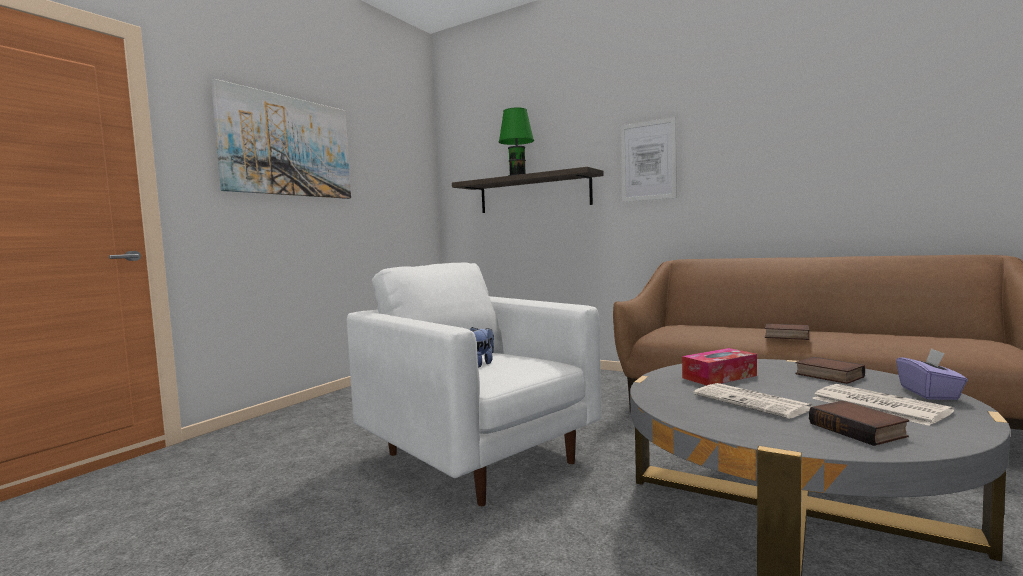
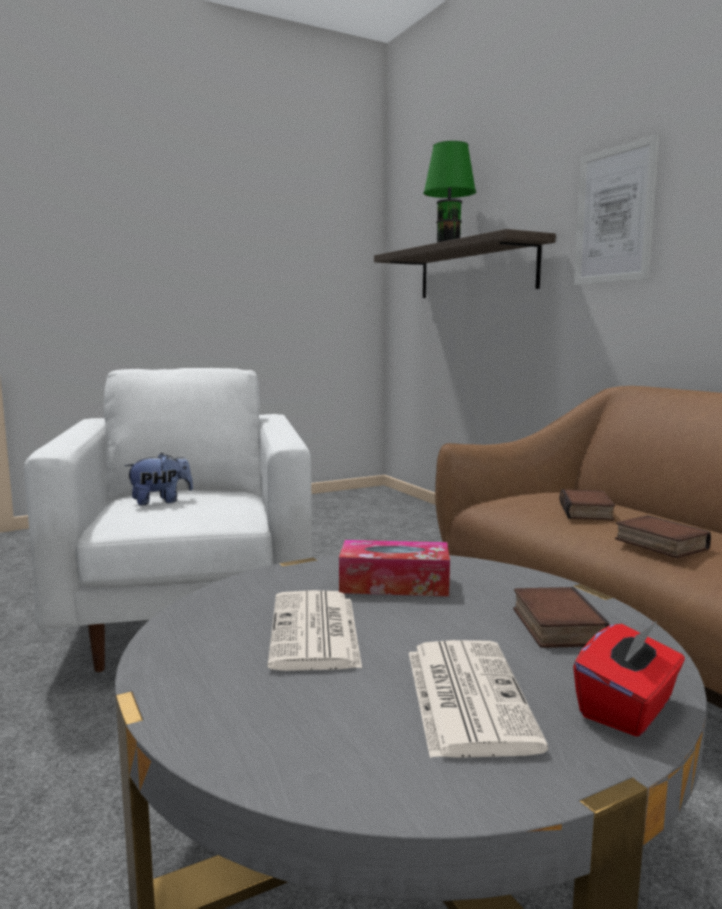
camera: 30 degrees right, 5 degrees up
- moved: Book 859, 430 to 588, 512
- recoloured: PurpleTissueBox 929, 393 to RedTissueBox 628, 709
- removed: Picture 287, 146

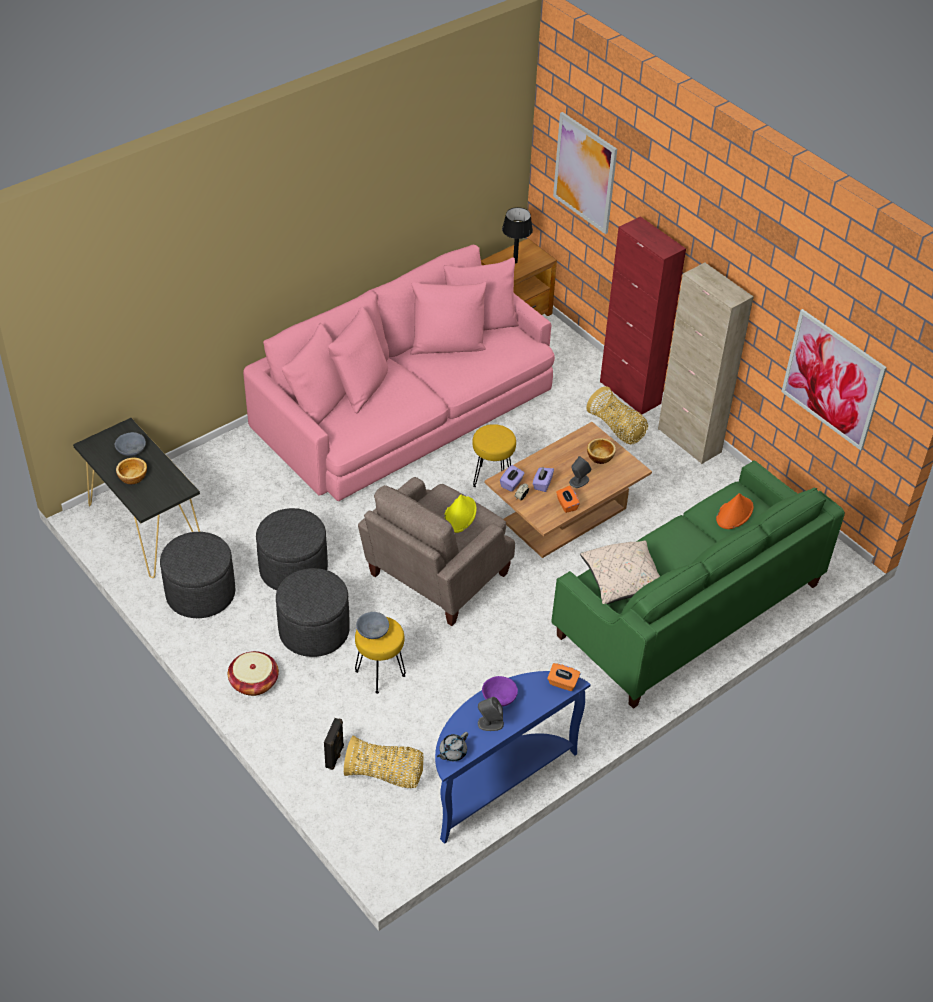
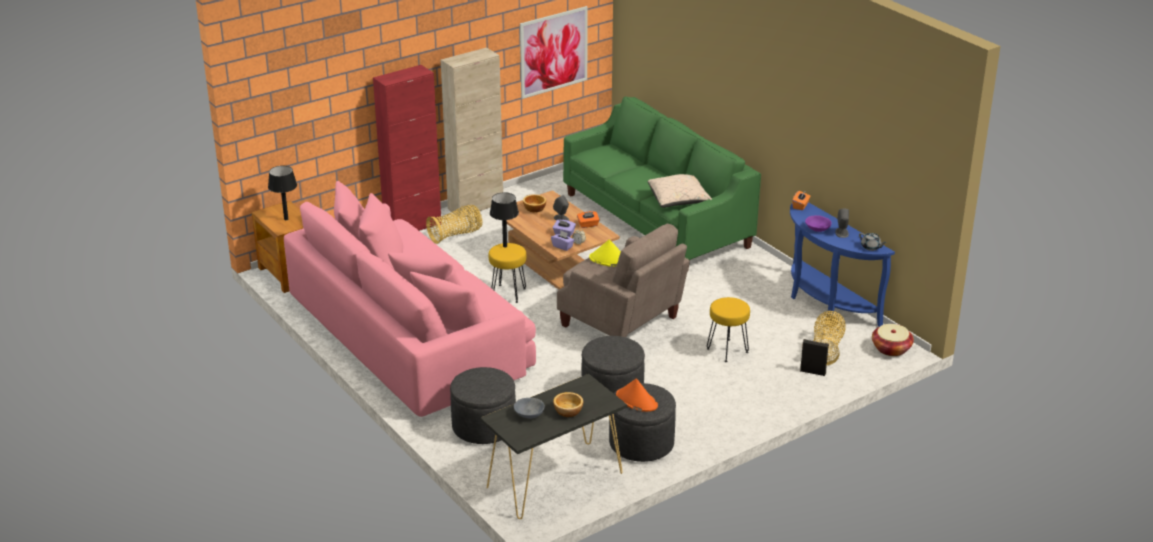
camera: 85 degrees left, 15 degrees down
- moved: GreyOttoman 314, 631 to 484, 426
- added: BlackTableLamp 505, 246
- moved: OrangeHat 734, 513 to 636, 401
- moved: Basket 254, 682 to 891, 349
- removed: GreyBowl 372, 631
- removed: Picture 585, 173

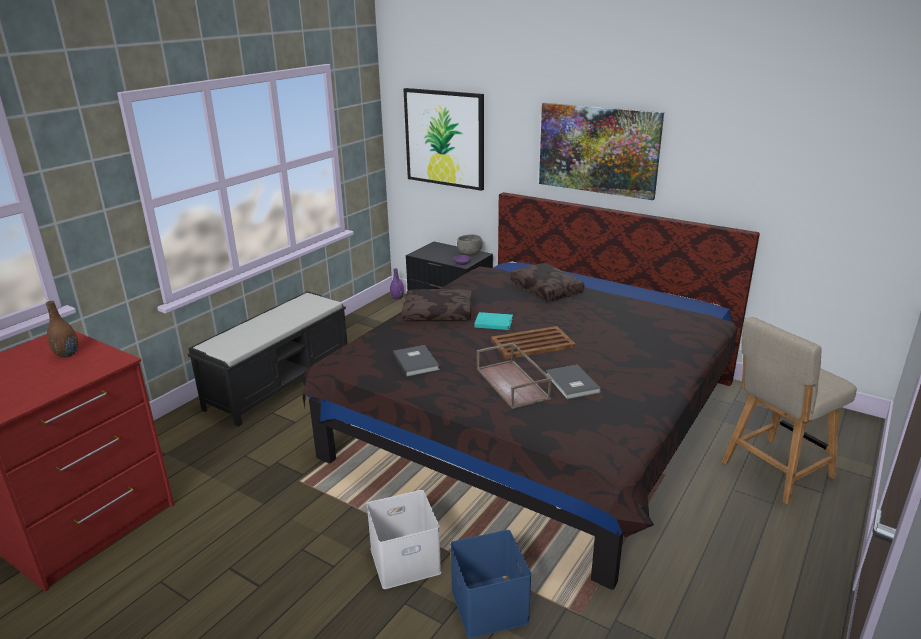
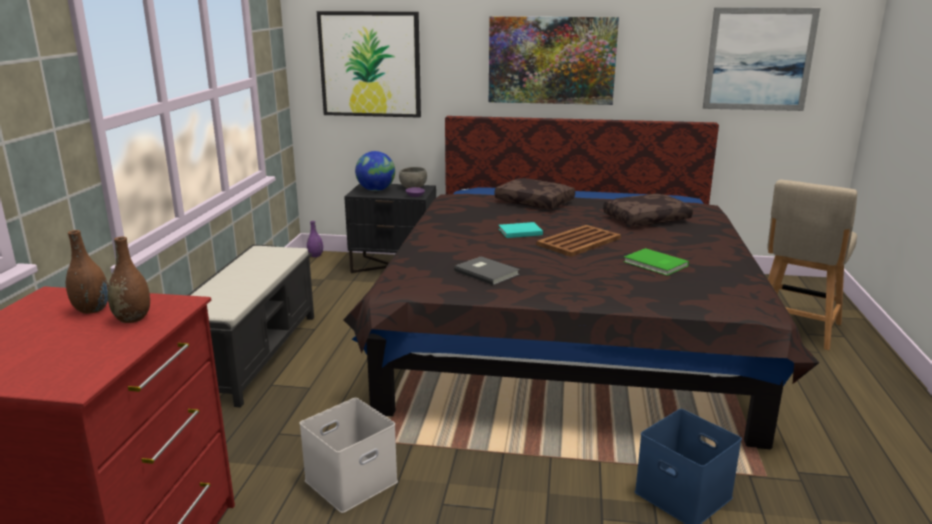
camera: 25 degrees left, 5 degrees down
- added: BrownVase 133, 319
- moved: WhiteStorageBox 406, 559 to 351, 479
- added: Globe 376, 190
- moved: BrownPillow 438, 313 to 646, 219
- recoloured: GreyBook 571, 384 to GreenBook 655, 264
- added: Picture 759, 59
- removed: BrownTray 513, 384

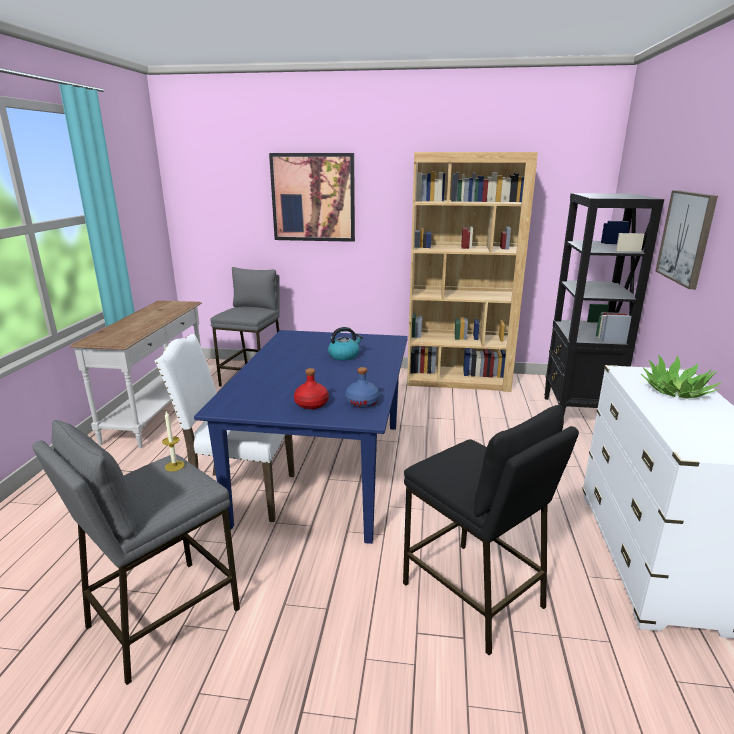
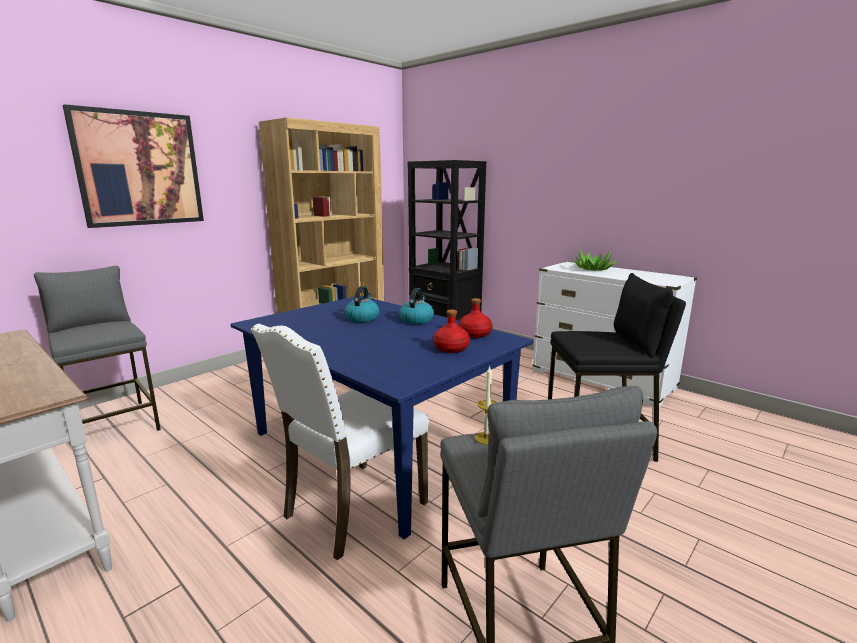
camera: 55 degrees left, 5 degrees down
- added: Kettle 416, 320
- recoloured: BlueBottle 362, 402 to RedBottle 474, 334
- removed: Picture 686, 237

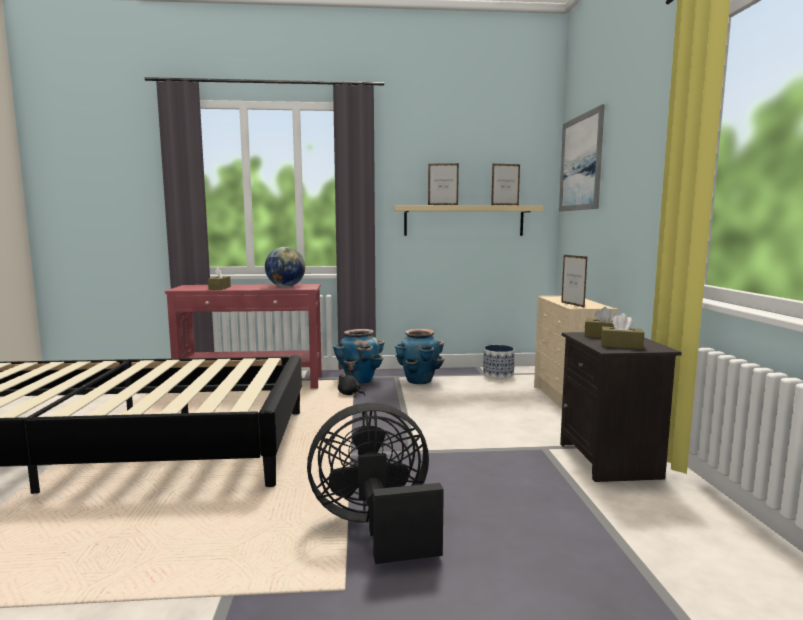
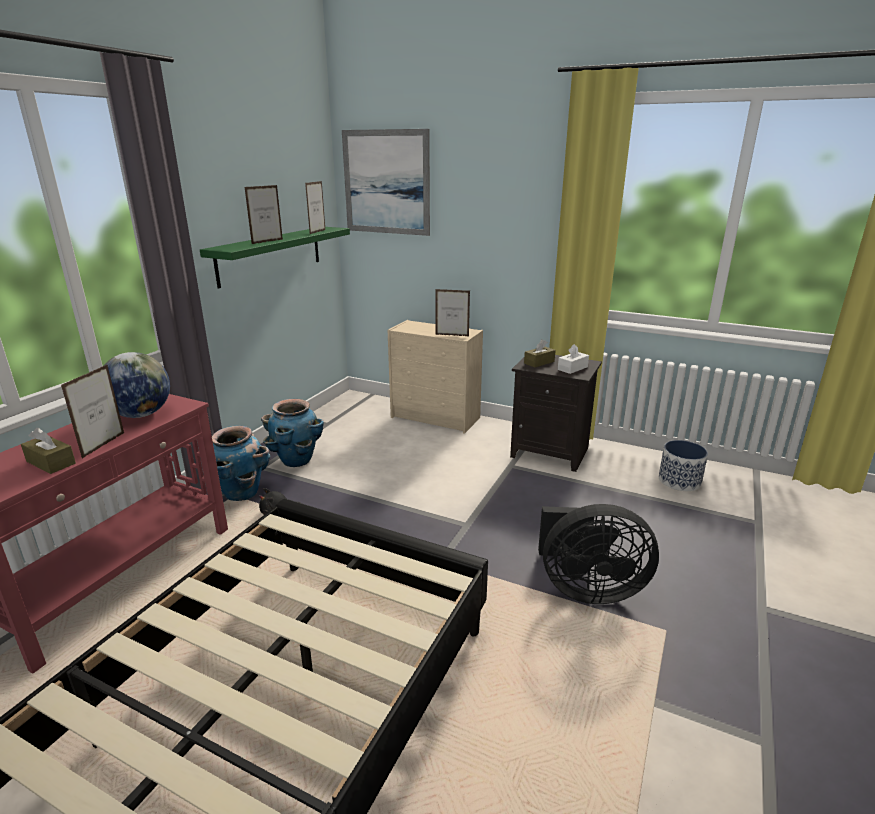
camera: 60 degrees left, 15 degrees up
- added: PictureFrame 104, 445
- recoloured: BeigeShelf 464, 221 to GreenShelf 271, 255
- turned: BlackFan 376, 527 = 587, 588 105 degrees counterclockwise
- recoloured: BrownTissueBox 621, 345 to WhiteTissueBox 572, 368
- moved: Planter 498, 374 to 679, 481

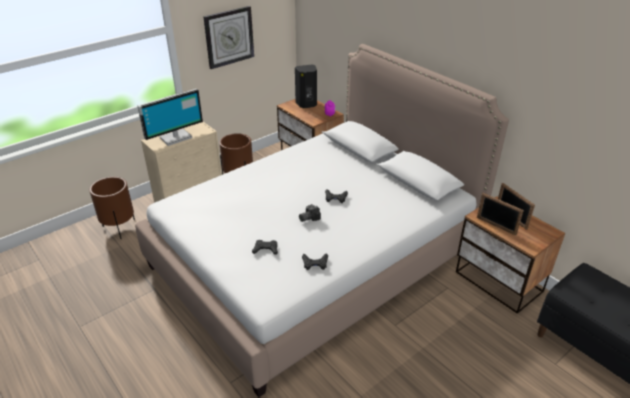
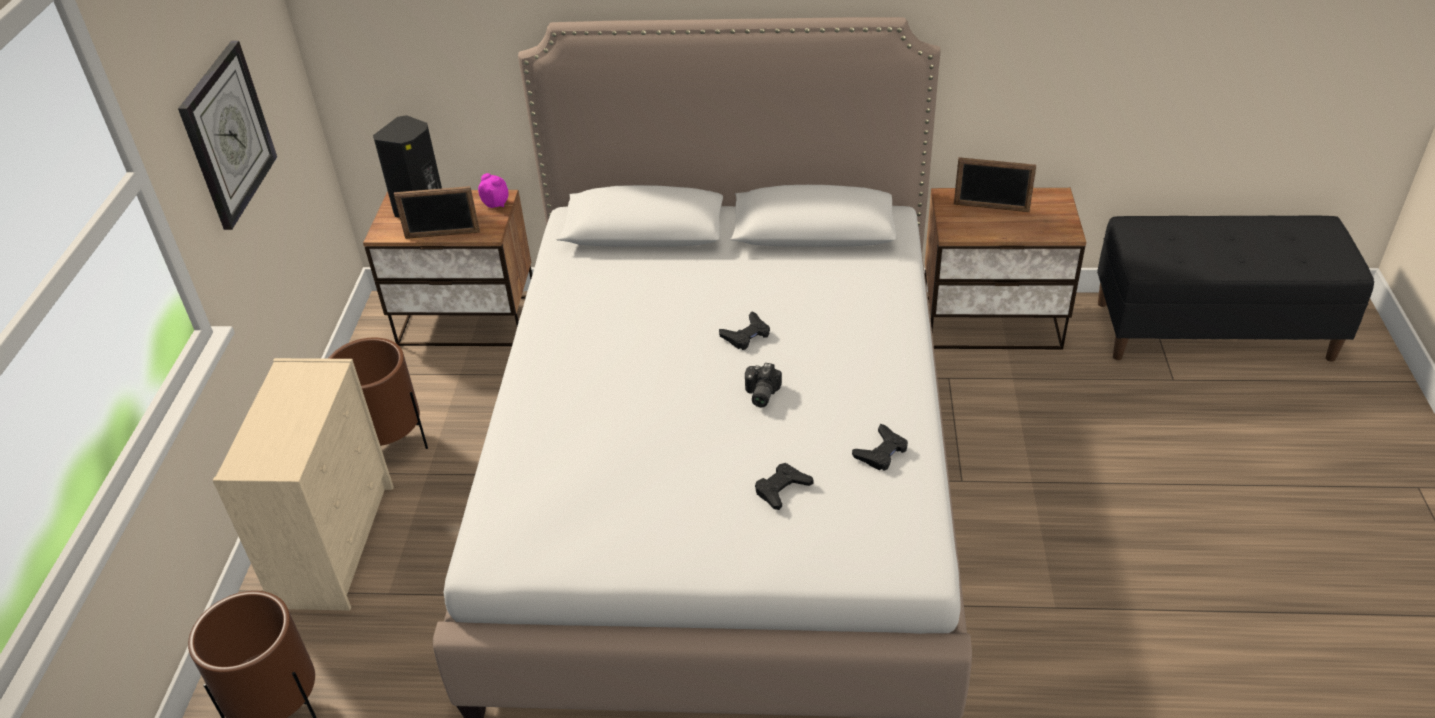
camera: 45 degrees left, 5 degrees up
- moved: PictureFrame 496, 226 to 442, 235
- removed: Monitor 175, 137

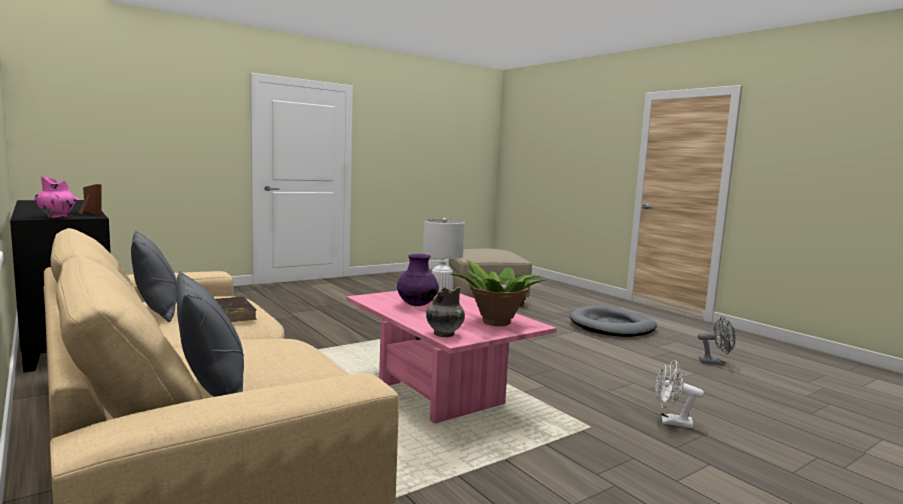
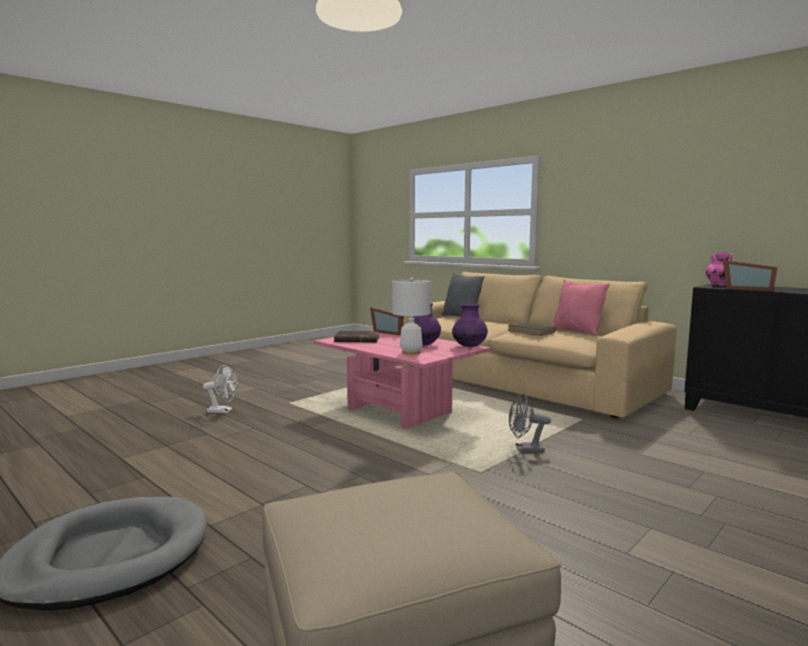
camera: 170 degrees right, 0 degrees up
- replaced: PottedPlant 496, 321 to BrownBook 356, 340
- replaced: GreyVase 443, 334 to PictureFrame 388, 332
- added: PurpleVase 469, 346
- moved: GreyFan 715, 363 to 525, 450
- recoloured: GreyPillow 157, 312 to PinkPillow 576, 332

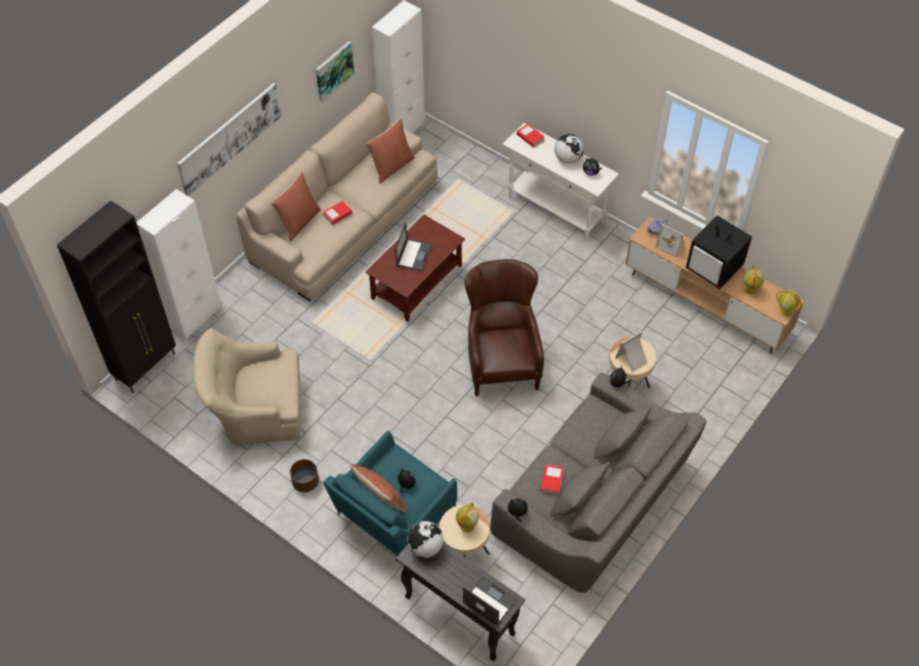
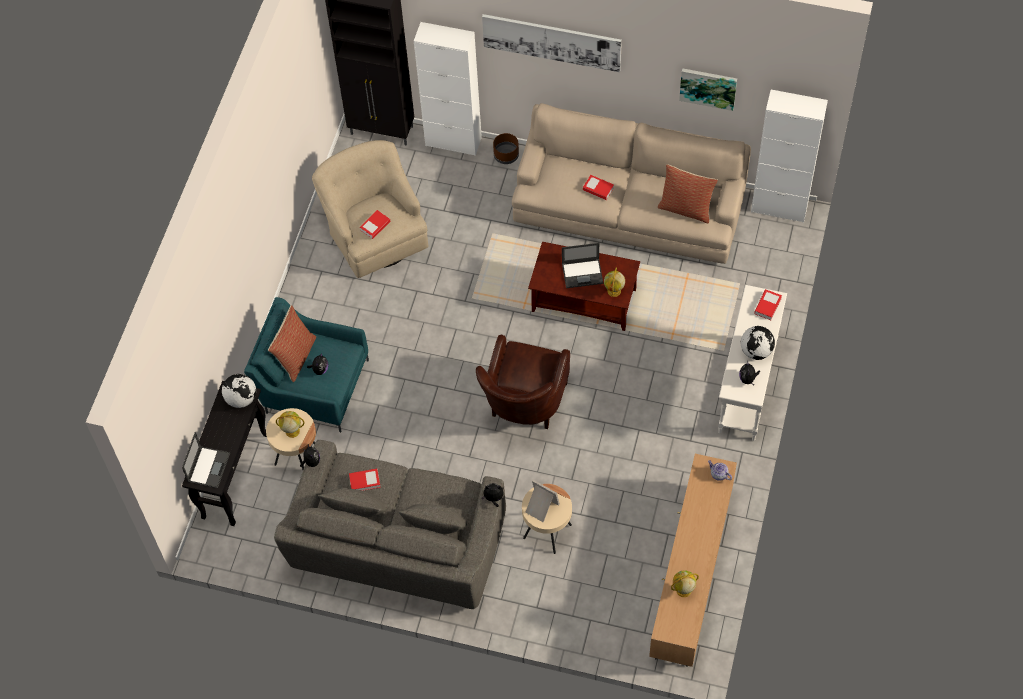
camera: 70 degrees right, 5 degrees up
- added: Book 375, 226
- turned: BrownArmchair 501, 361 = 524, 409 135 degrees clockwise
- moved: BrownPlanter 305, 481 to 506, 155
- moved: Globe 785, 311 to 614, 291
- removed: Pillow 299, 222
- removed: PictureFrame 671, 244
- removed: Television 714, 268

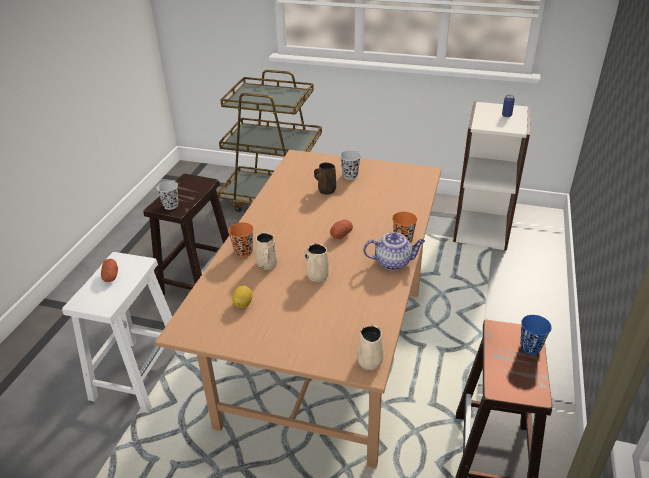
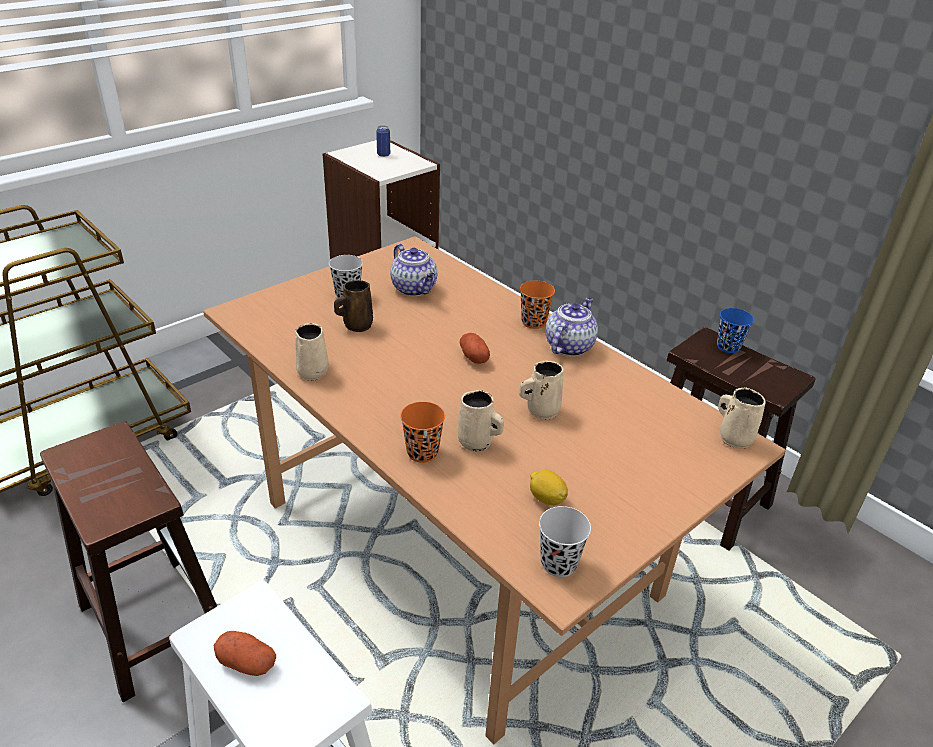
camera: 60 degrees left, 0 degrees up
- added: BeigeMug 313, 371
- added: Teapot 415, 289
- moved: BlackCup 171, 205 to 558, 563

